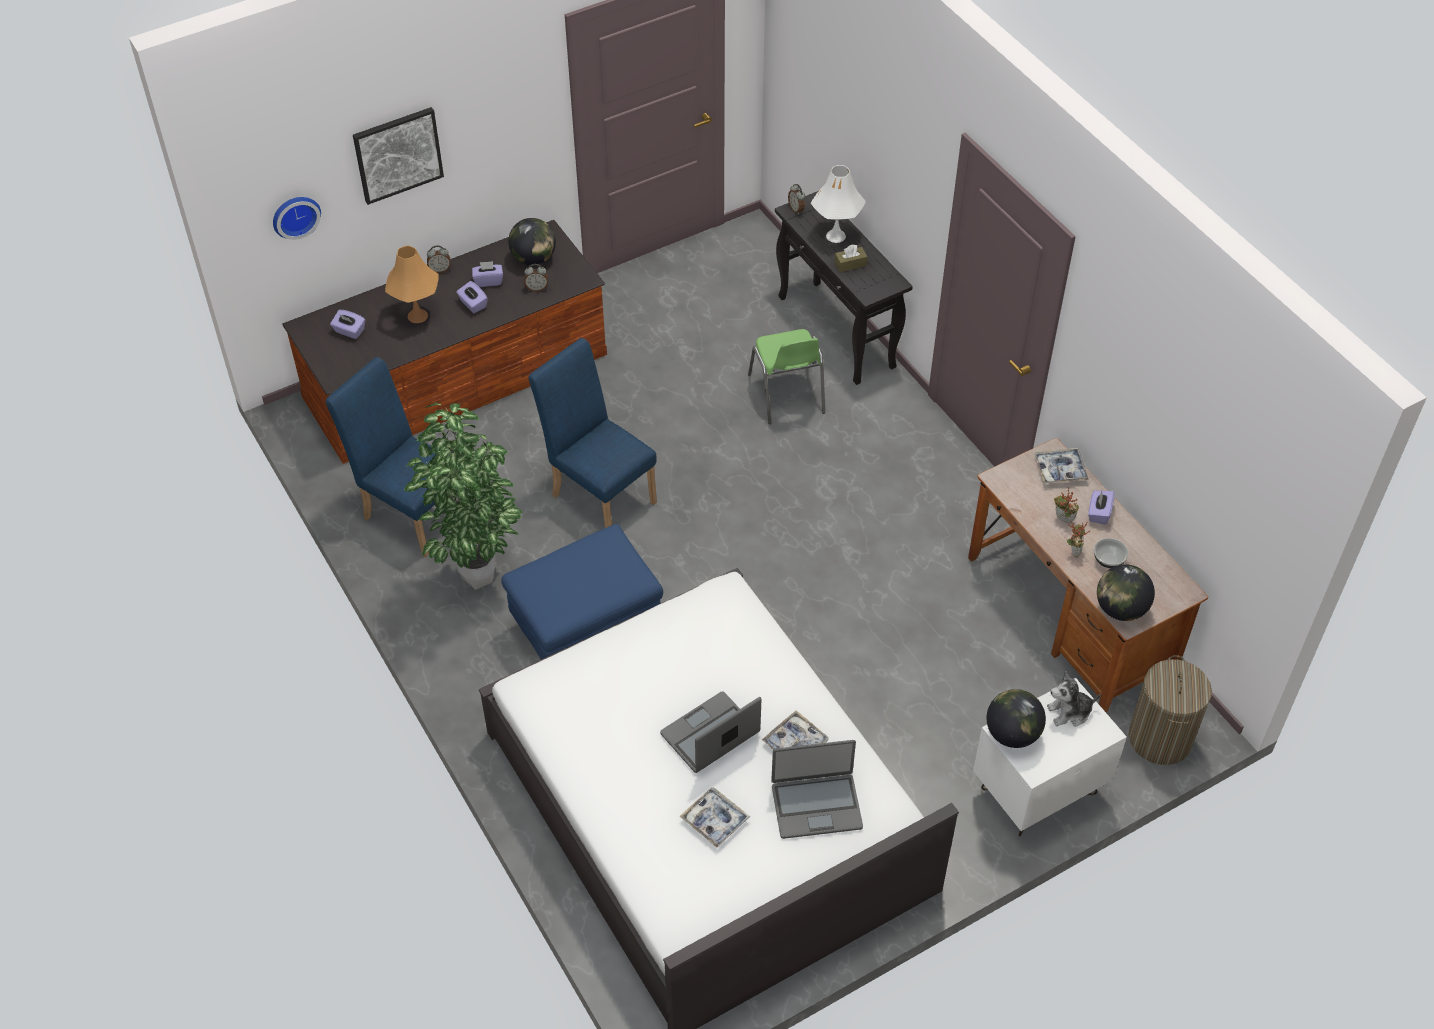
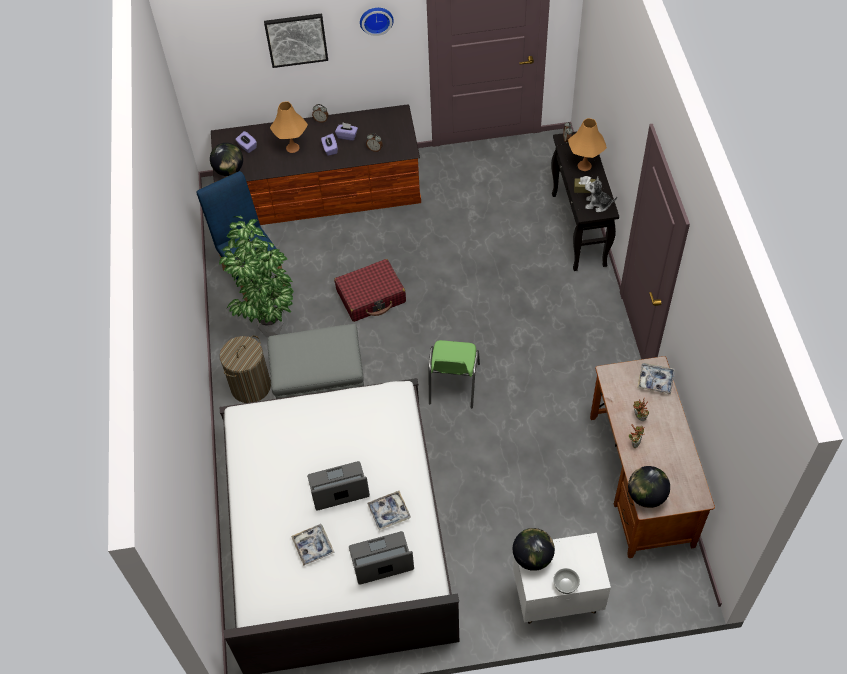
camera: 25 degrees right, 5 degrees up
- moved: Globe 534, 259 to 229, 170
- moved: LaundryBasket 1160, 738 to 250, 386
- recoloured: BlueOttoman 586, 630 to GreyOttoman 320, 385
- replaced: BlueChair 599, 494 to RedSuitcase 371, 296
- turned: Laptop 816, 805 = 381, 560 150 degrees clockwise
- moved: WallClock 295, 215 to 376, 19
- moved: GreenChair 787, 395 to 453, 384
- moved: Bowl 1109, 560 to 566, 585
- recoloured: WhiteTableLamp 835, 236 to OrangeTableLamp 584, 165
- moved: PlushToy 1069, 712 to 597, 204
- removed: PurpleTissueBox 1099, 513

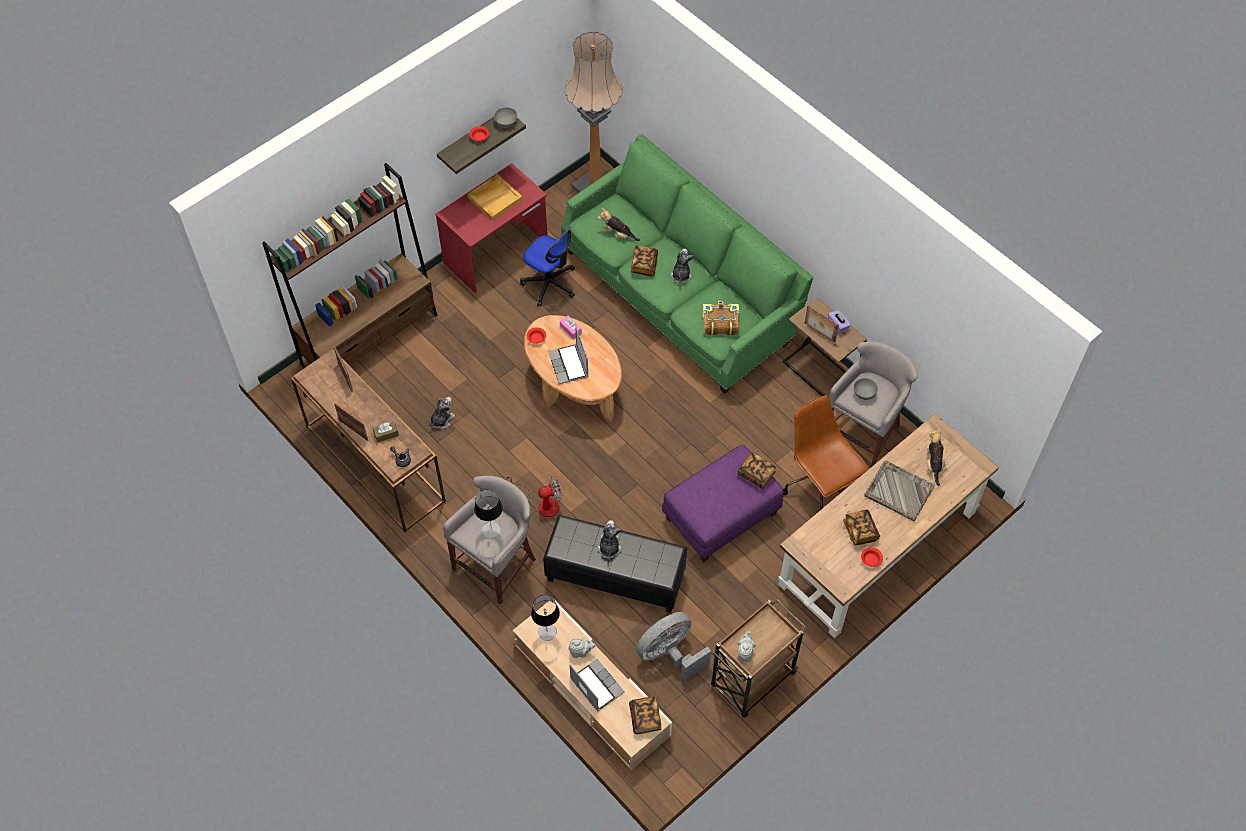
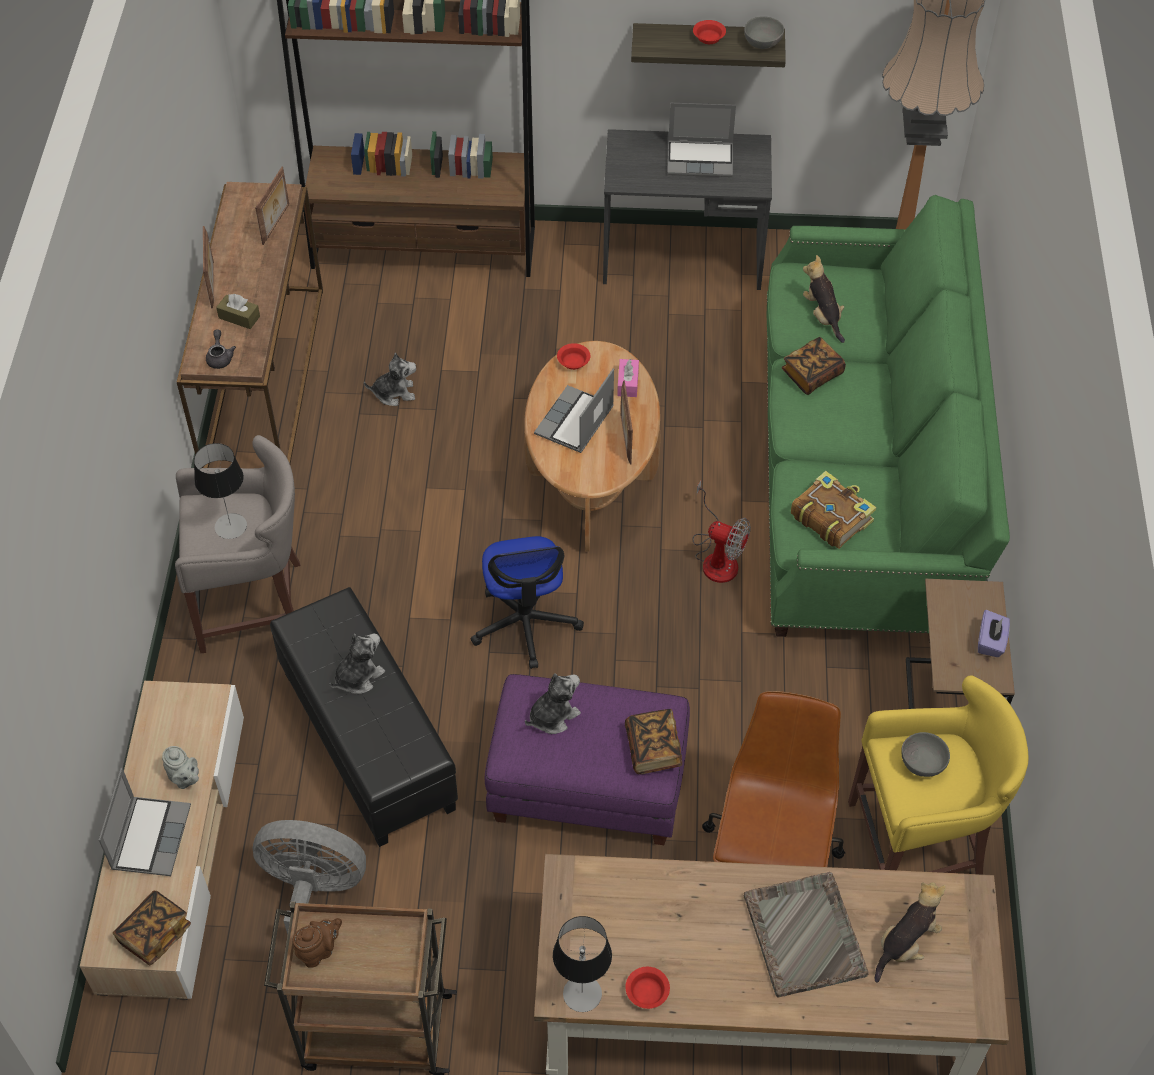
camera: 45 degrees right, 5 degrees down
- recoloured: GreyTeapot 745, 652 to BrownTeapot 319, 951
- moved: OfficeChair 550, 283 to 525, 623
- moved: PlushToy 681, 275 to 553, 716
- moved: TableLamp 547, 632 to 582, 993
- recoloured: RedDesk 497, 253 to GreyDesk 683, 259
- moved: PictureFrame 819, 333 to 625, 439
- replaced: BeigeTray 495, 198 to Laptop 701, 159
- moved: Fan 541, 503 to 717, 557
- recoloured: GreyStool 863, 431 to YellowStool 920, 844
- removed: Book 860, 531

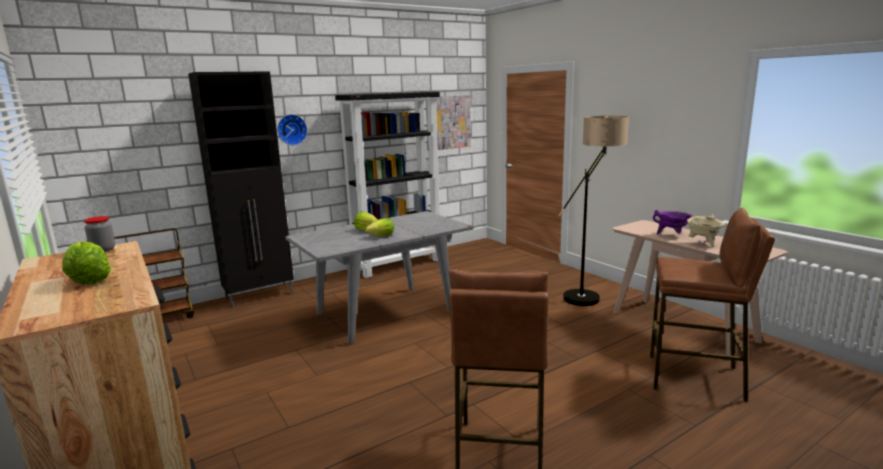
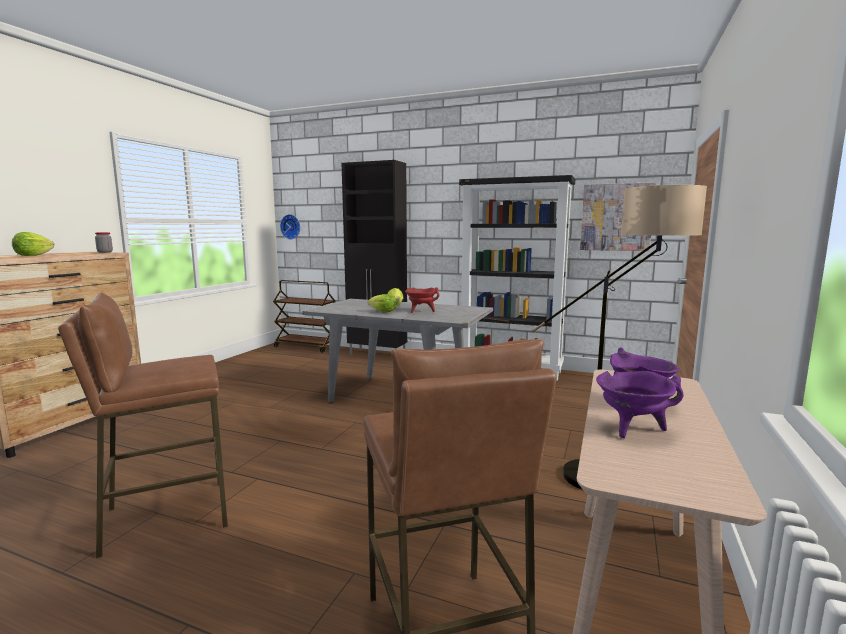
camera: 55 degrees right, 5 degrees down
- moved: WallClock 291, 129 to 291, 226
- added: RedCookingPot 421, 311
- recoloured: BeigeCookingPot 703, 243 to PurpleCookingPot 632, 429

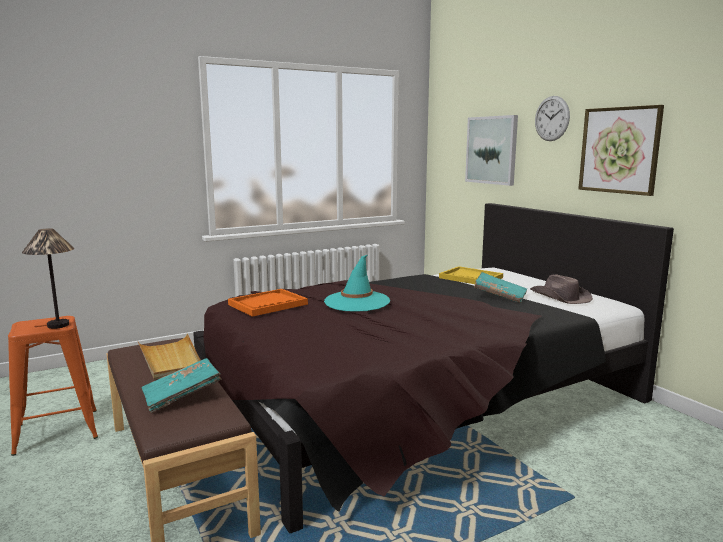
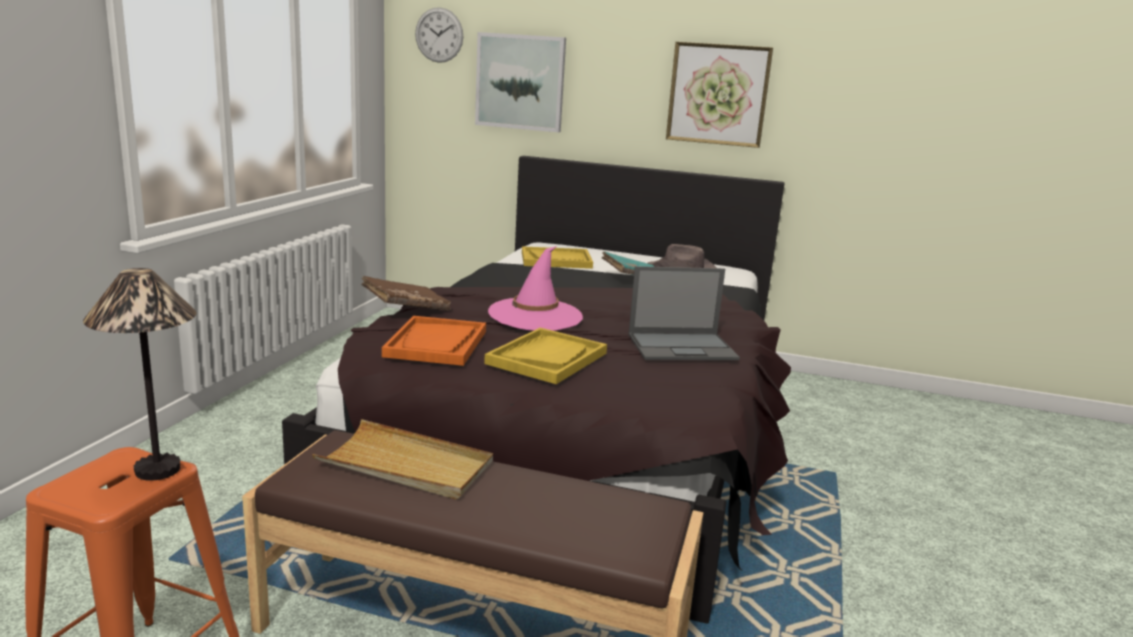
camera: 45 degrees left, 5 degrees up
- added: BrownBook 406, 308
- moved: WallClock 552, 118 to 439, 35
- added: YellowTray 547, 358
- recoloured: TurquoiseHat 357, 302 to PinkHat 535, 315
- added: Laptop 683, 347
- removed: TurquoiseBook 182, 396

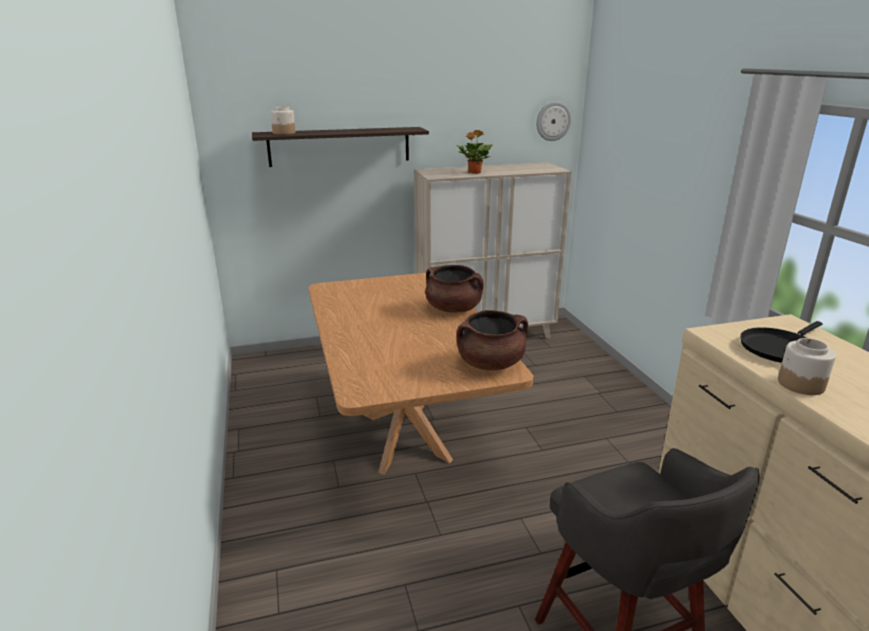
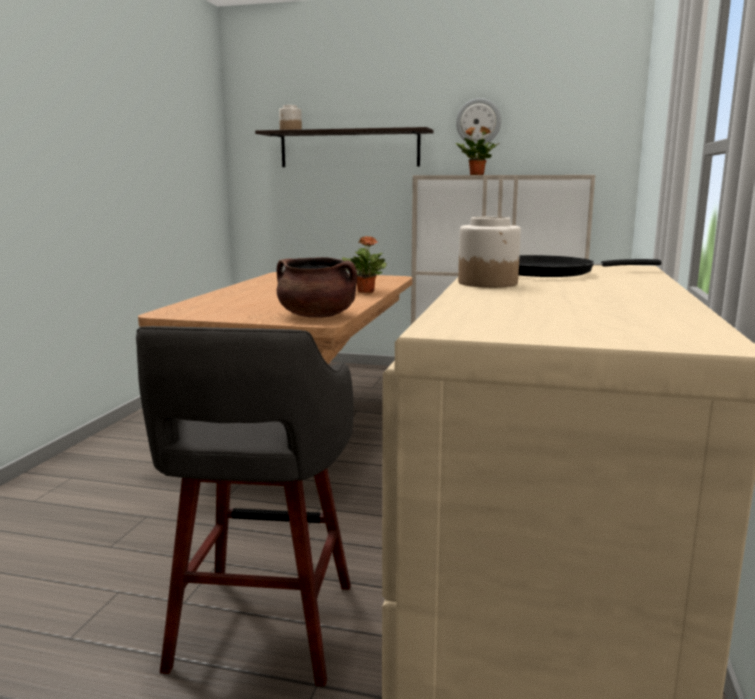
camera: 30 degrees right, 10 degrees down
- replaced: BrownCookingPot 453, 309 to PottedPlant 366, 291
- moved: WallClock 553, 121 to 478, 122

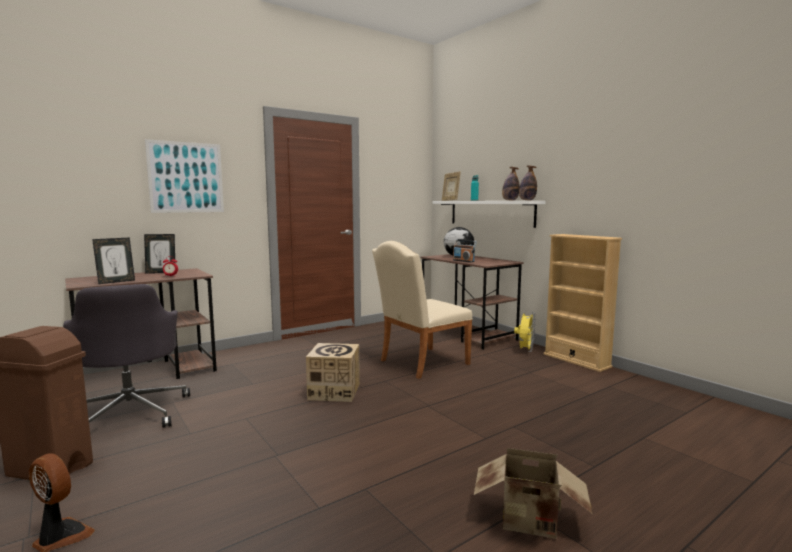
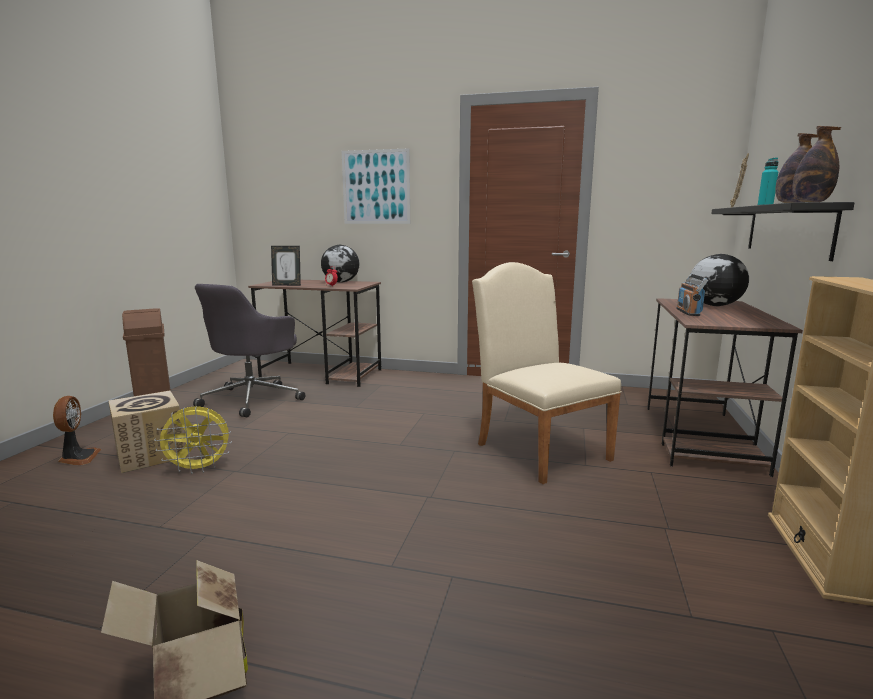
camera: 50 degrees right, 5 degrees up
- moved: CardboardBox 334, 391 to 151, 455
- moved: YellowFan 525, 350 to 199, 469
- replaced: PictureFrame 161, 272 to Globe 341, 282
- turned: BeigeChair 419, 363 = 537, 448 45 degrees clockwise
- recoloured: WhiteShelf 490, 213 to BlackShelf 787, 230

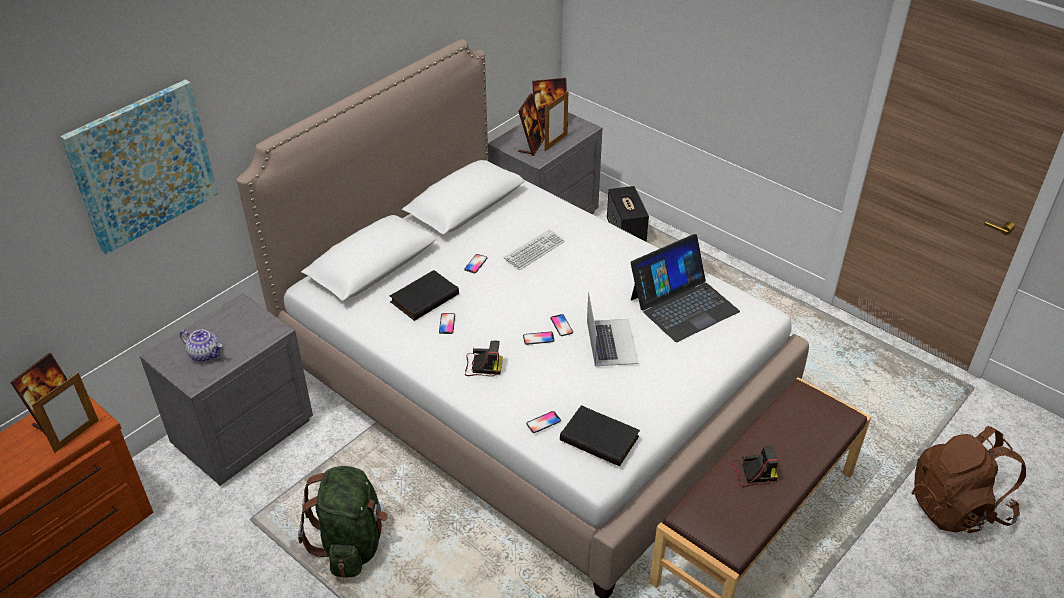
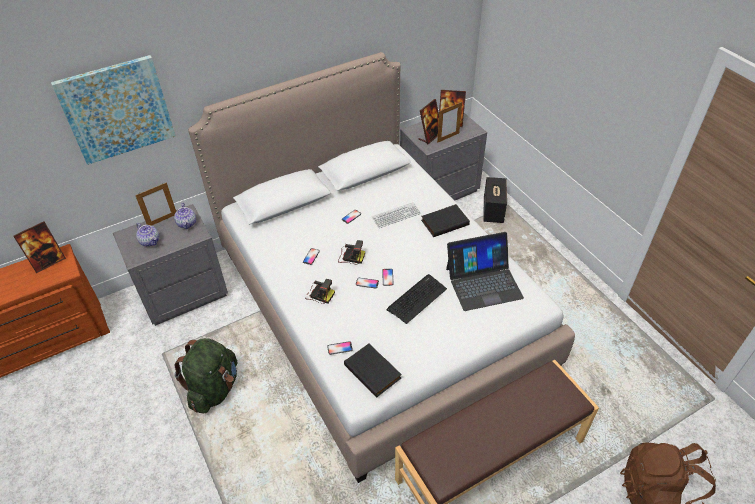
camera: 20 degrees right, 5 degrees up
- moved: PictureFrame 76, 436 to 162, 220
- added: Teapot 187, 223
- moved: PhotoCamera 753, 473 to 350, 256
- replaced: Laptop 611, 342 to Keyboard 417, 299
- moved: BlackBook 424, 297 to 444, 222

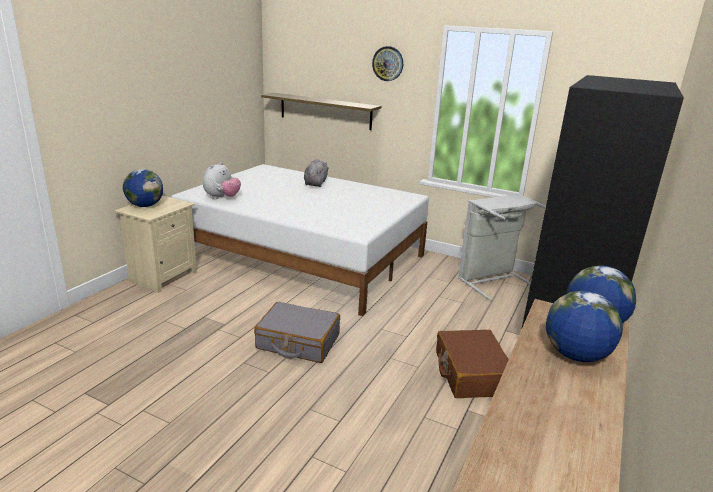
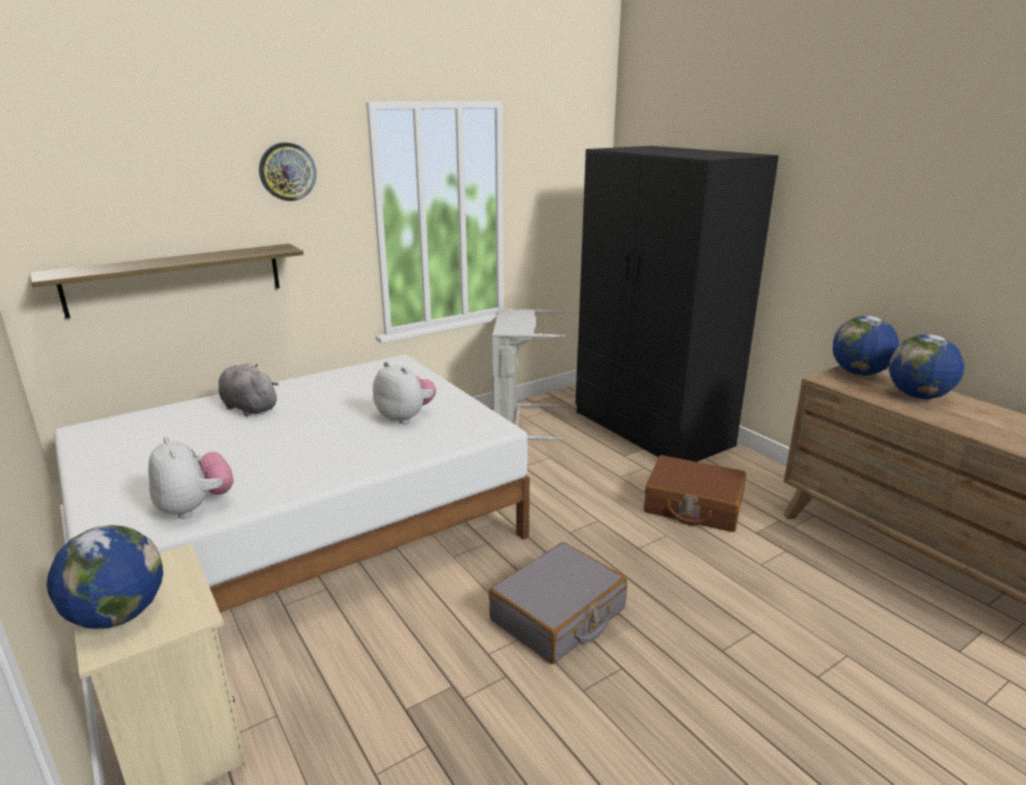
camera: 60 degrees left, 0 degrees up
- added: PlushToy 406, 417

